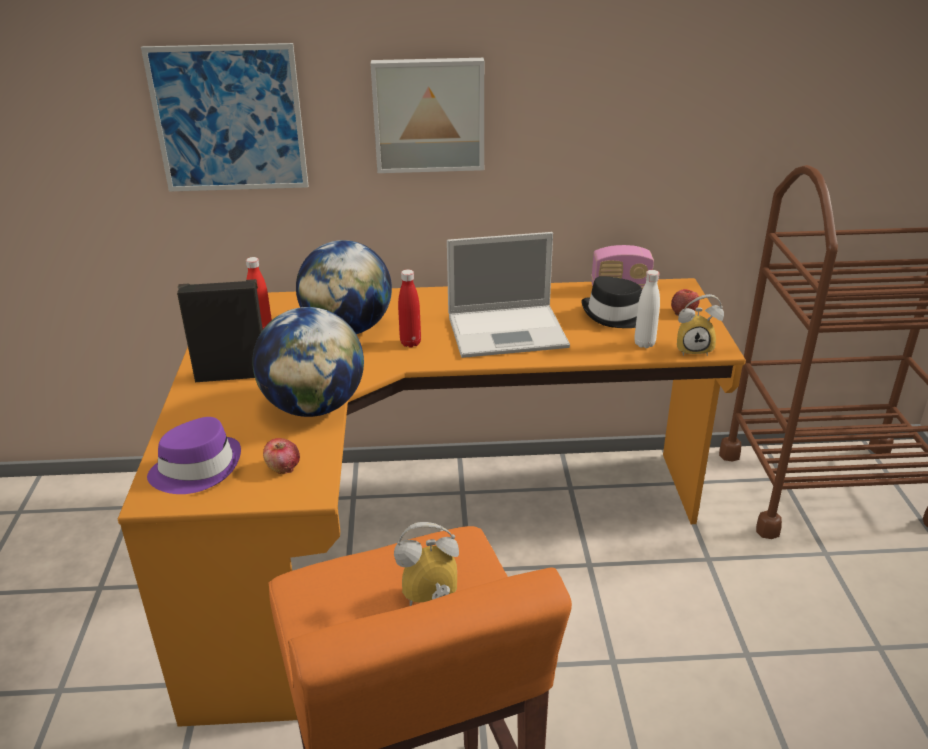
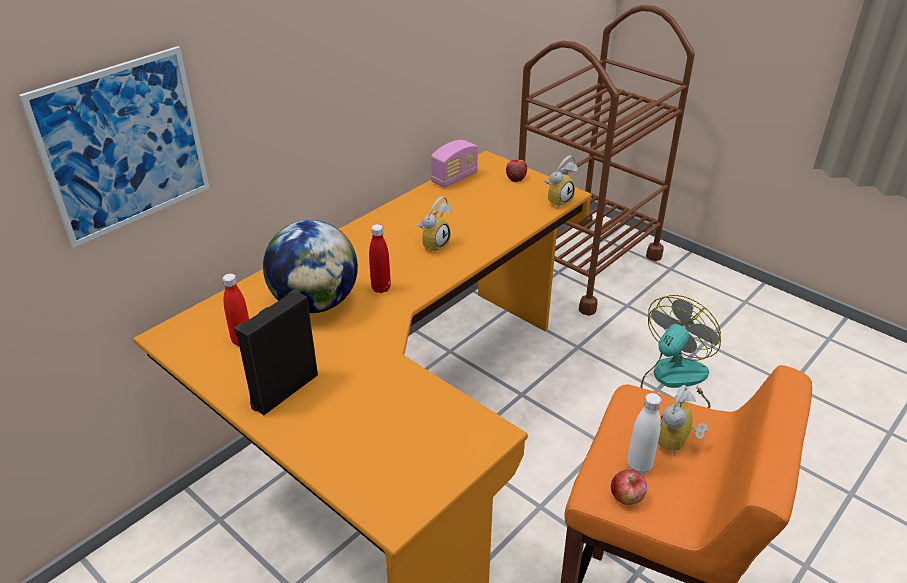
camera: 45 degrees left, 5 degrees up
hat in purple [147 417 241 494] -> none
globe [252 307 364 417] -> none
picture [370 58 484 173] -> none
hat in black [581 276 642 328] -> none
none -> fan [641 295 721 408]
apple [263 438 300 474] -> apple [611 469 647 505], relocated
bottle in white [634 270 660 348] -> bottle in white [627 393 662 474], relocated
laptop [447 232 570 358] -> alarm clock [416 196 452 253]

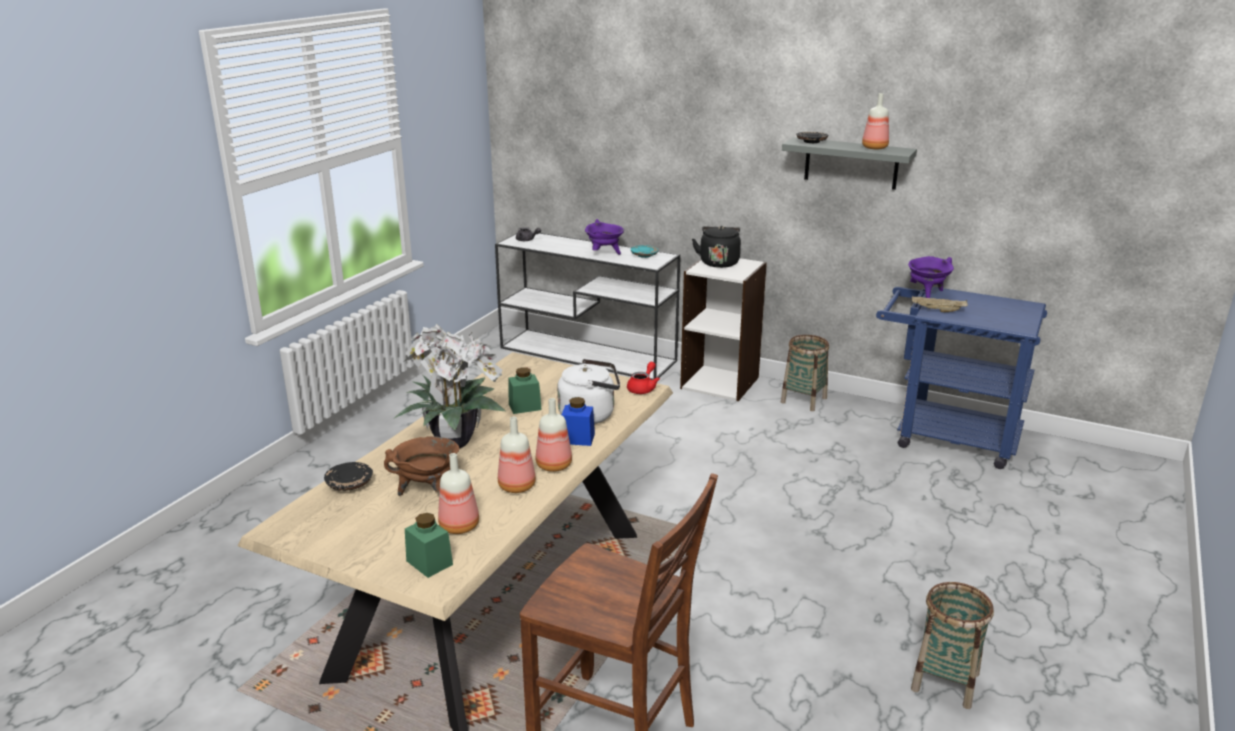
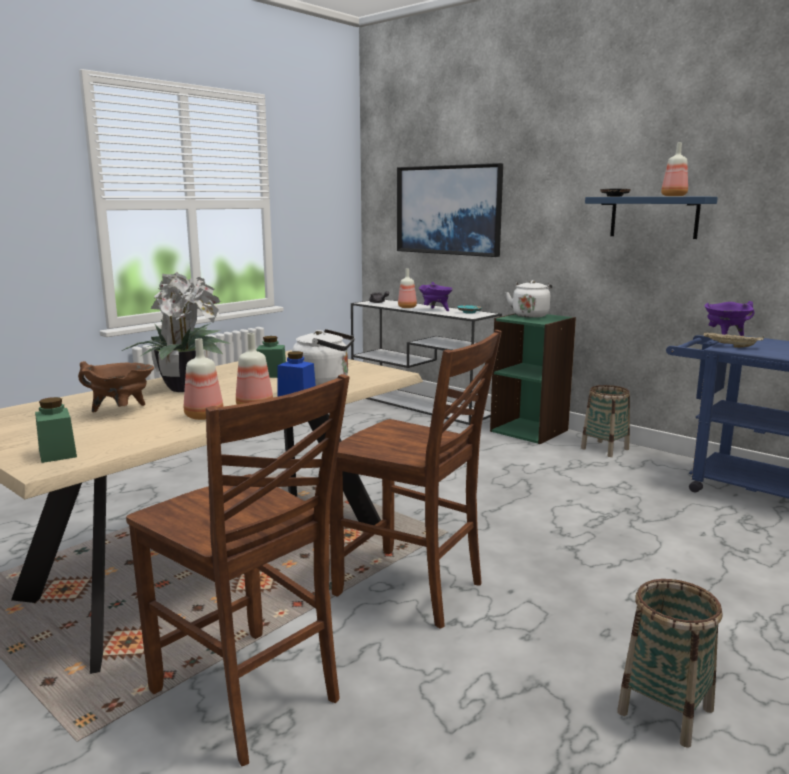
camera: 15 degrees right, 10 degrees down
plate in black [324 462 373 491] -> none
teapot in red [627 362 660 394] -> none
none -> chair in brown [330 330 502 629]
none -> picture [397 163 503 257]
bottle [438 453 479 534] -> bottle [398 268 417 308], relocated
bookcase in white [680 258 767 401] -> bookcase in green [490 314 576 444]
kettle in black [692 226 741 268] -> kettle in white [506 280 552 318]
shelf in grey [782 137 917 190] -> shelf in blue [585 197 718 239]

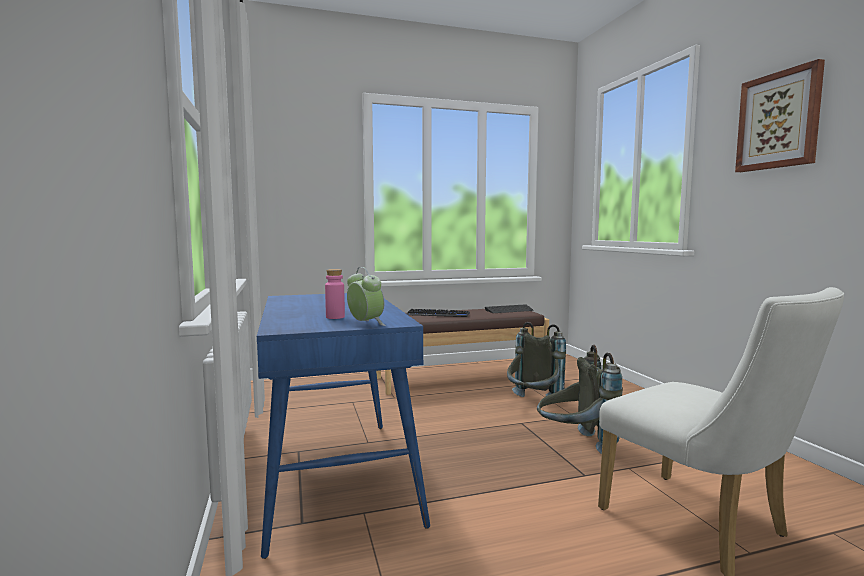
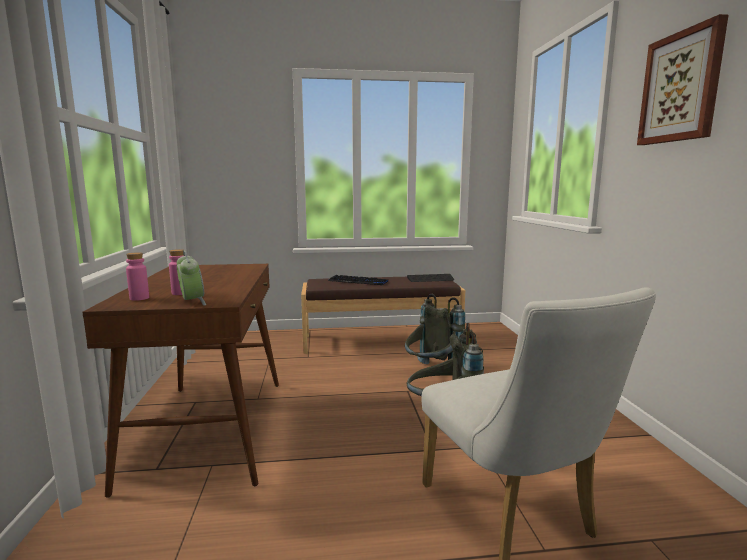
camera: 10 degrees right, 5 degrees up
none -> bottle in pink [126 252 149 301]
desk in blue [257 293 430 559] -> desk in brown [82 264 279 498]

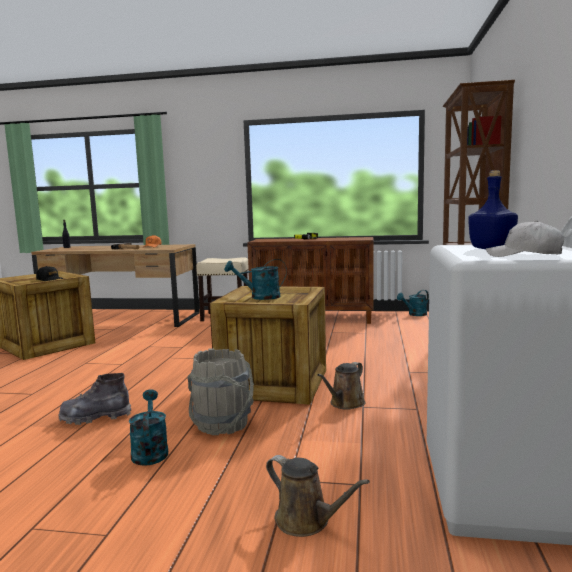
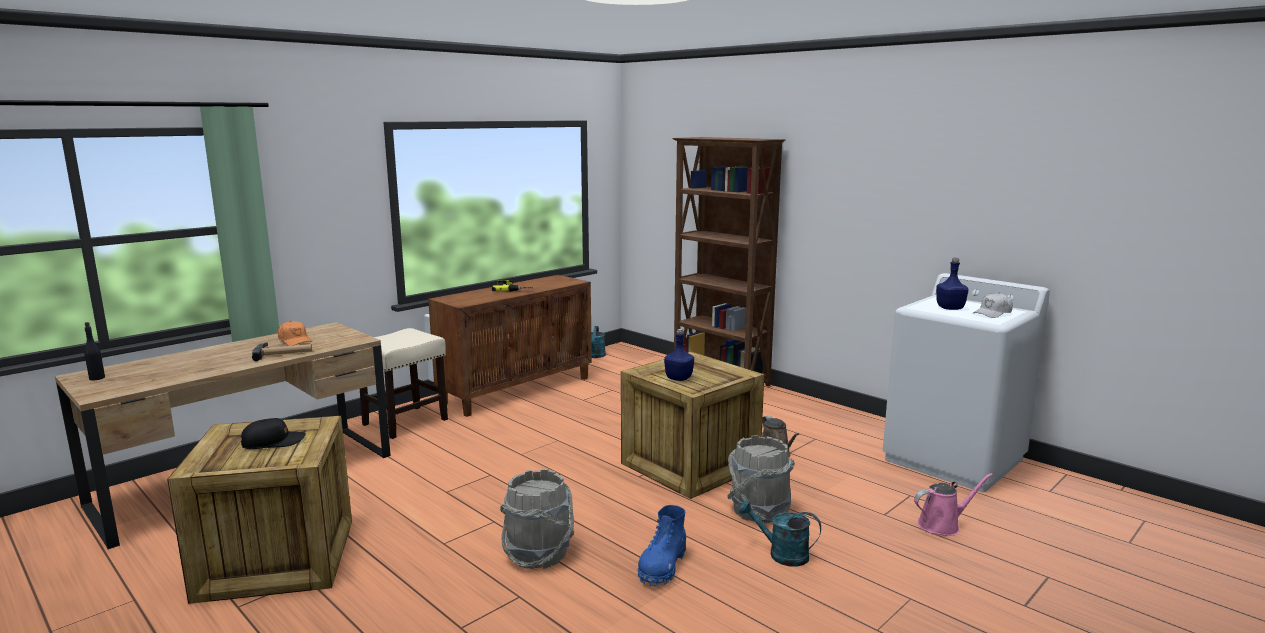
camera: 55 degrees left, 5 degrees up
none -> bucket in grey [500 468 574 569]
watering can in turquoise [224 259 287 300] -> bottle in blue [664 329 694 381]
boot in grey [58 373 131 425] -> boot in blue [637 505 686 587]
watering can in brown [266 455 370 537] -> watering can in pink [914 473 993 536]

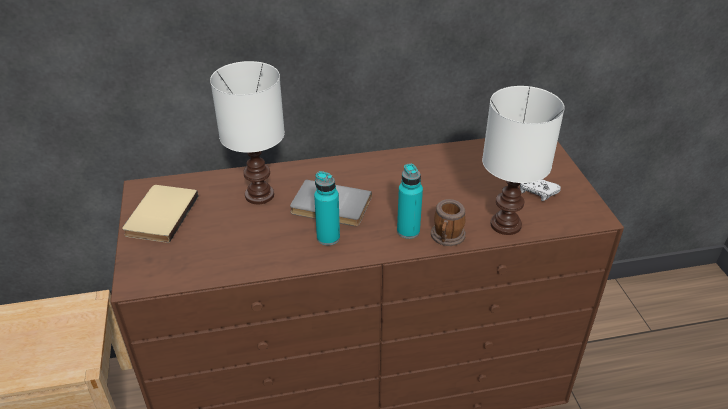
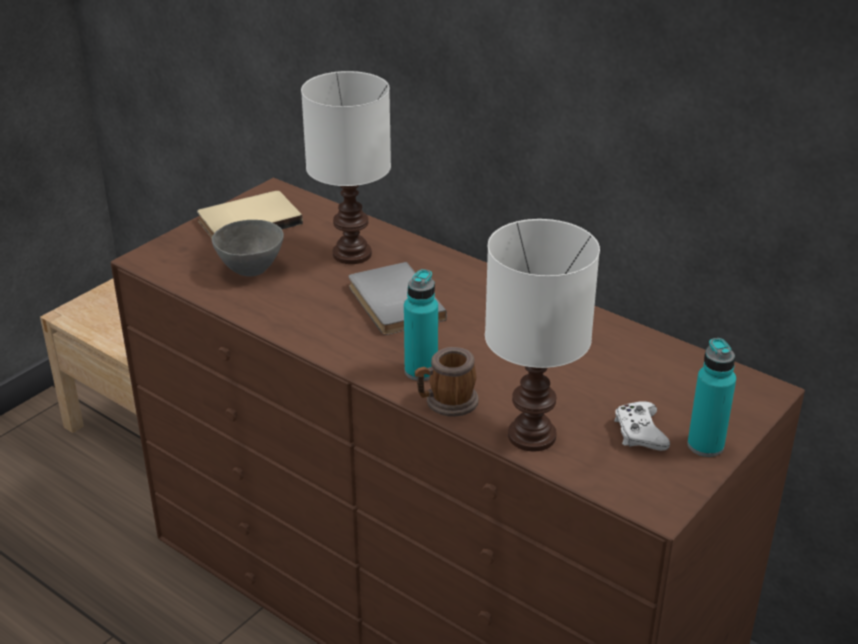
camera: 50 degrees right, 5 degrees down
none -> bowl in grey [212 220 284 277]
bottle in turquoise [314 171 340 245] -> bottle in turquoise [687 338 736 457], relocated

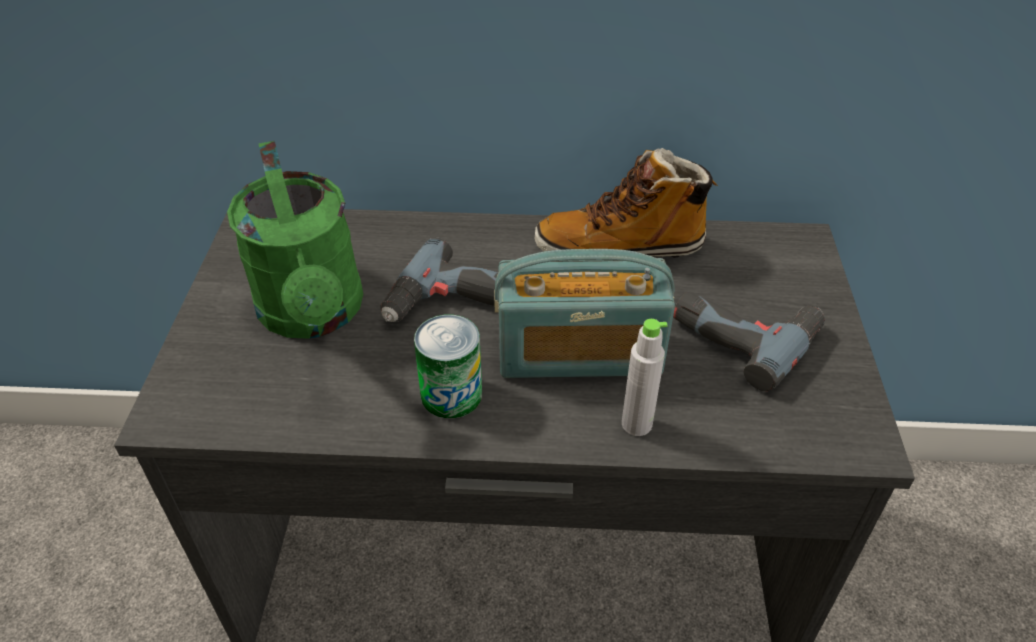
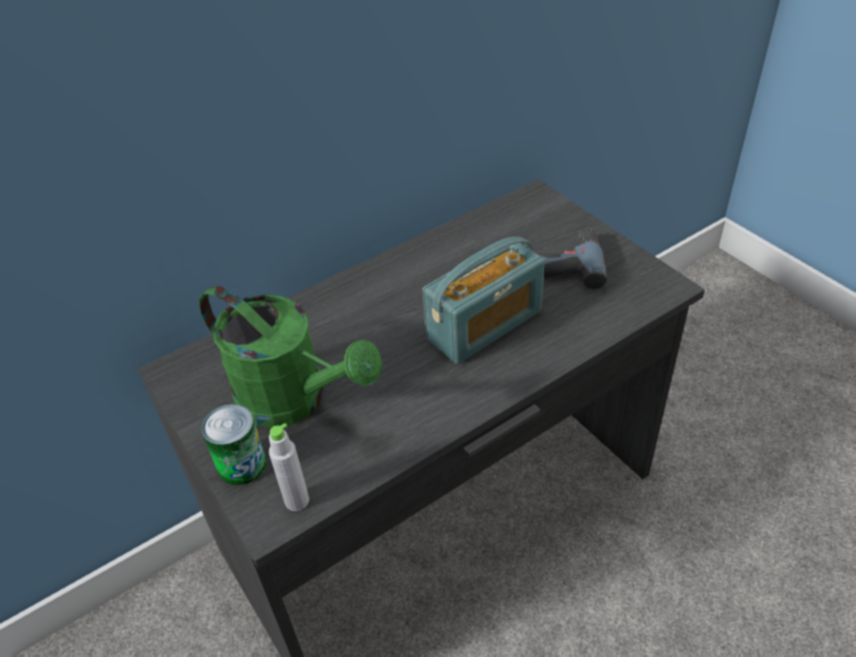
camera: 35 degrees left, 0 degrees up
power drill [380 237 499 322] -> none
boot [535 148 718 258] -> none
can [414 315 482 418] -> can [202 404 266 485], relocated
bottle in grey [622 319 668 436] -> bottle in grey [269 423 309 511], relocated

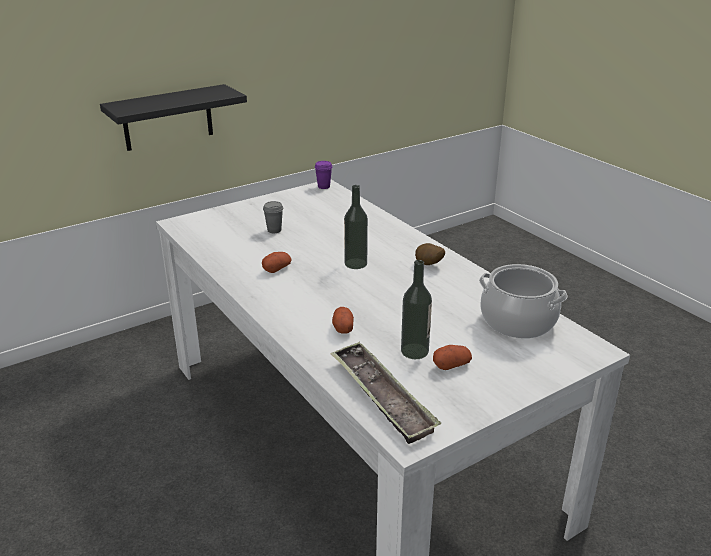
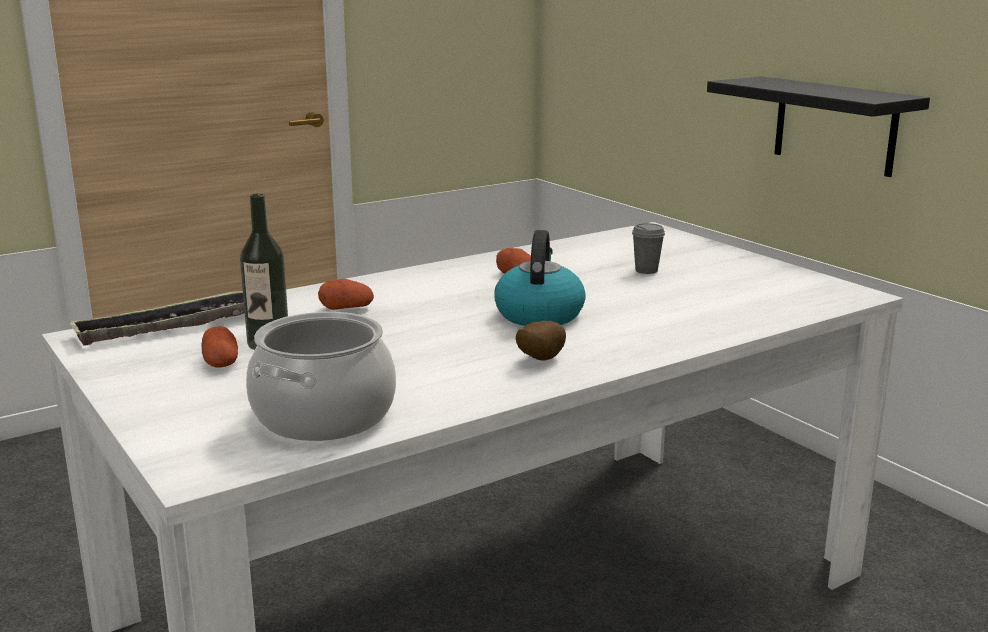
camera: 90 degrees right, 10 degrees down
cup in purple [315 161 332 189] -> none
bottle [344 185 368 269] -> kettle [494 230 586 326]

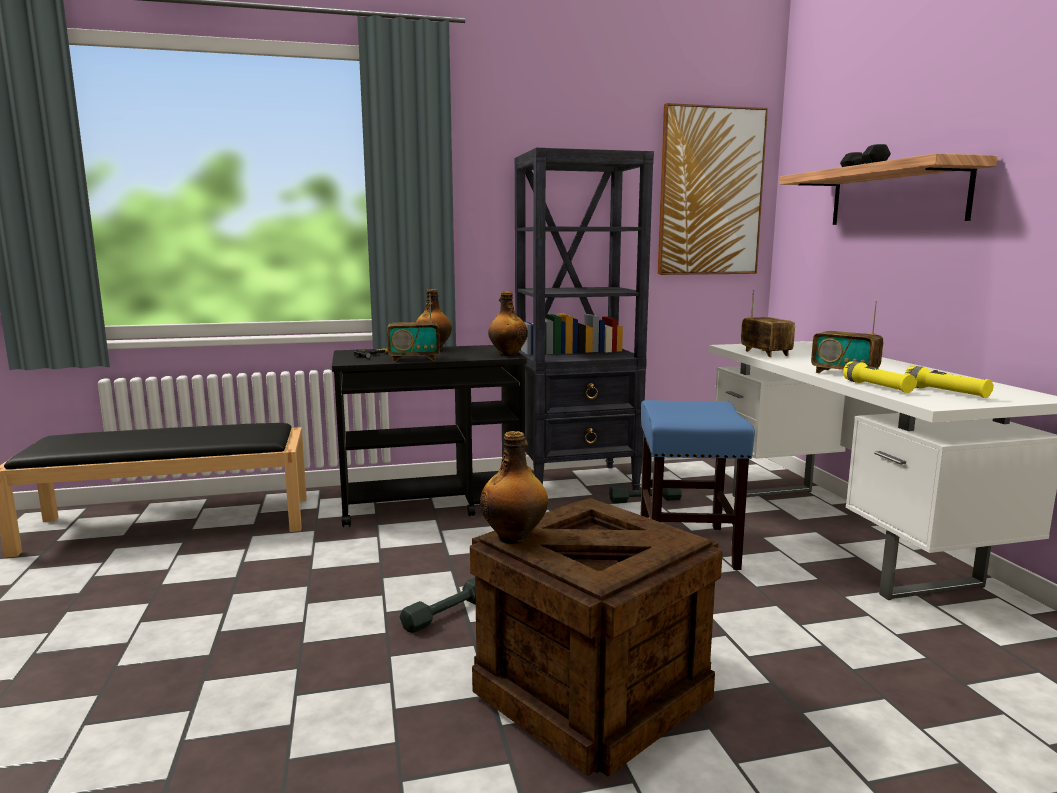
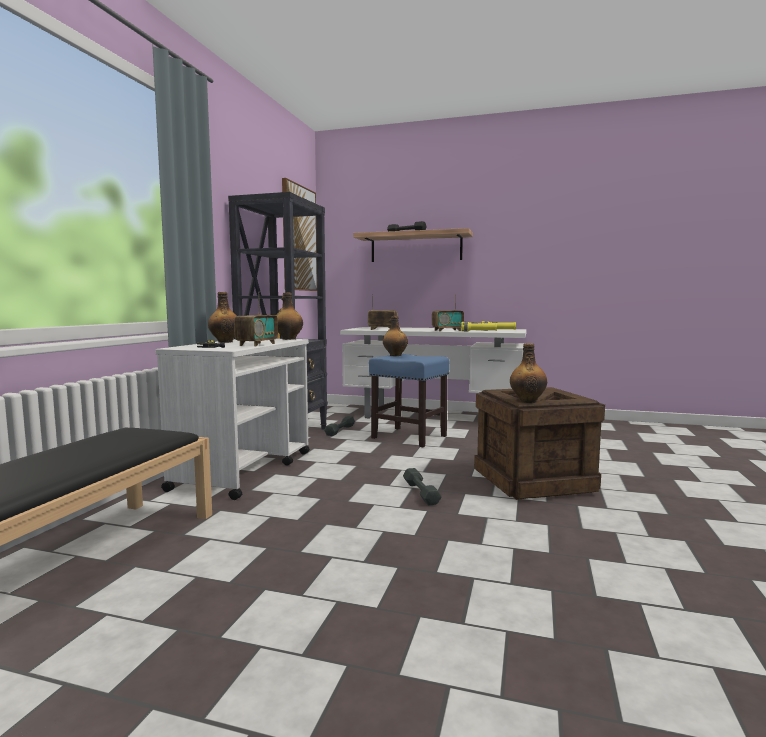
camera: 60 degrees left, 5 degrees down
none -> bottle [383 316 408 356]
cart in black [332 345 527 527] -> cart in white [155 339 310 500]

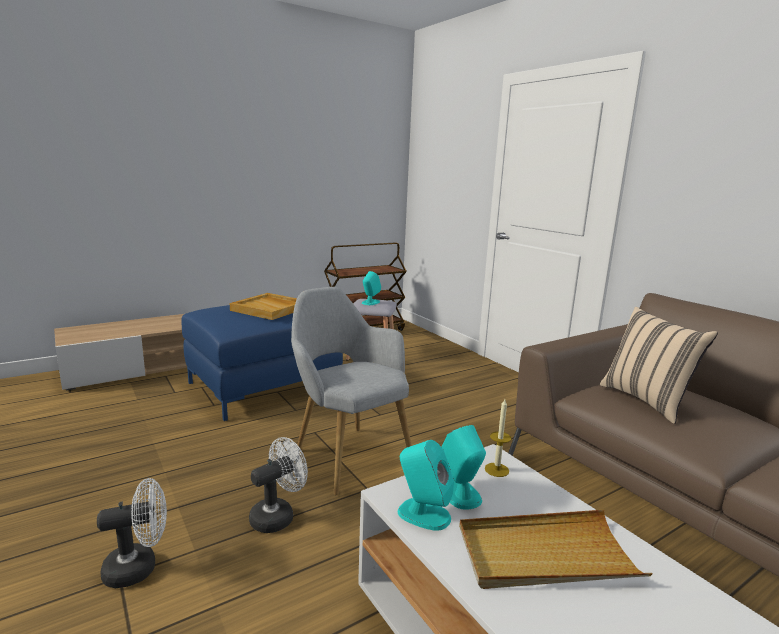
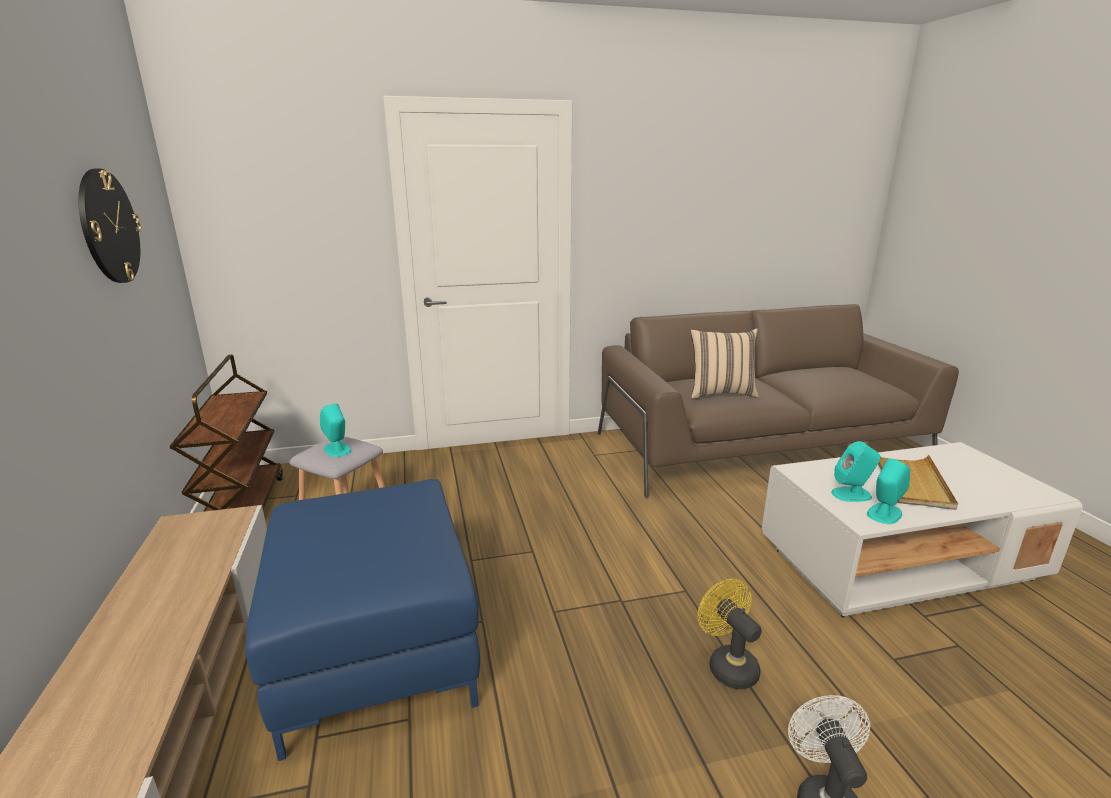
camera: 70 degrees left, 5 degrees up
tray in beige [230 293 297 320] -> none
armchair in grey [291 287 412 495] -> none
candle [485 399 511 477] -> none
none -> wall clock [78 169 142 283]
fan in white [249 437 308 533] -> fan in yellow [698 579 762 689]

